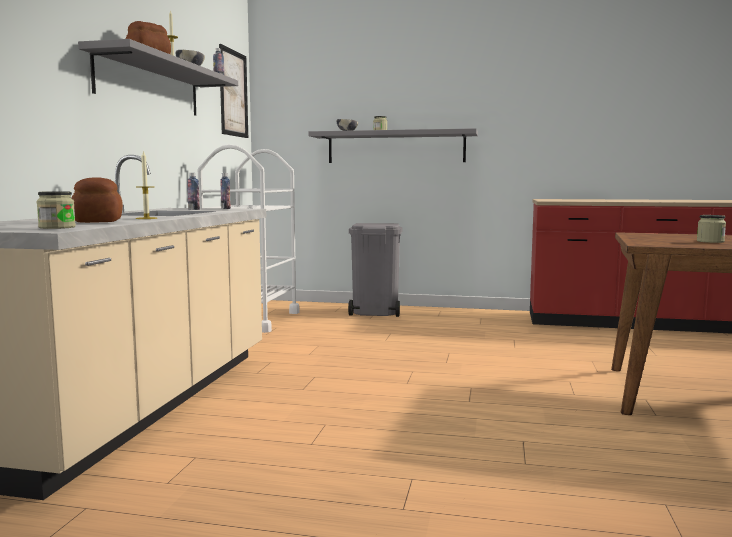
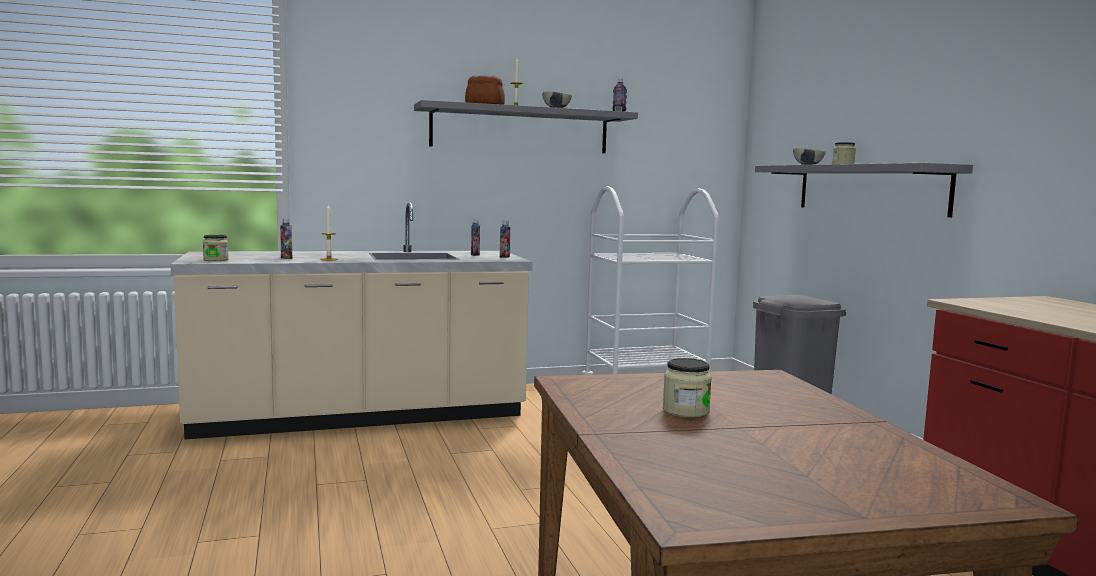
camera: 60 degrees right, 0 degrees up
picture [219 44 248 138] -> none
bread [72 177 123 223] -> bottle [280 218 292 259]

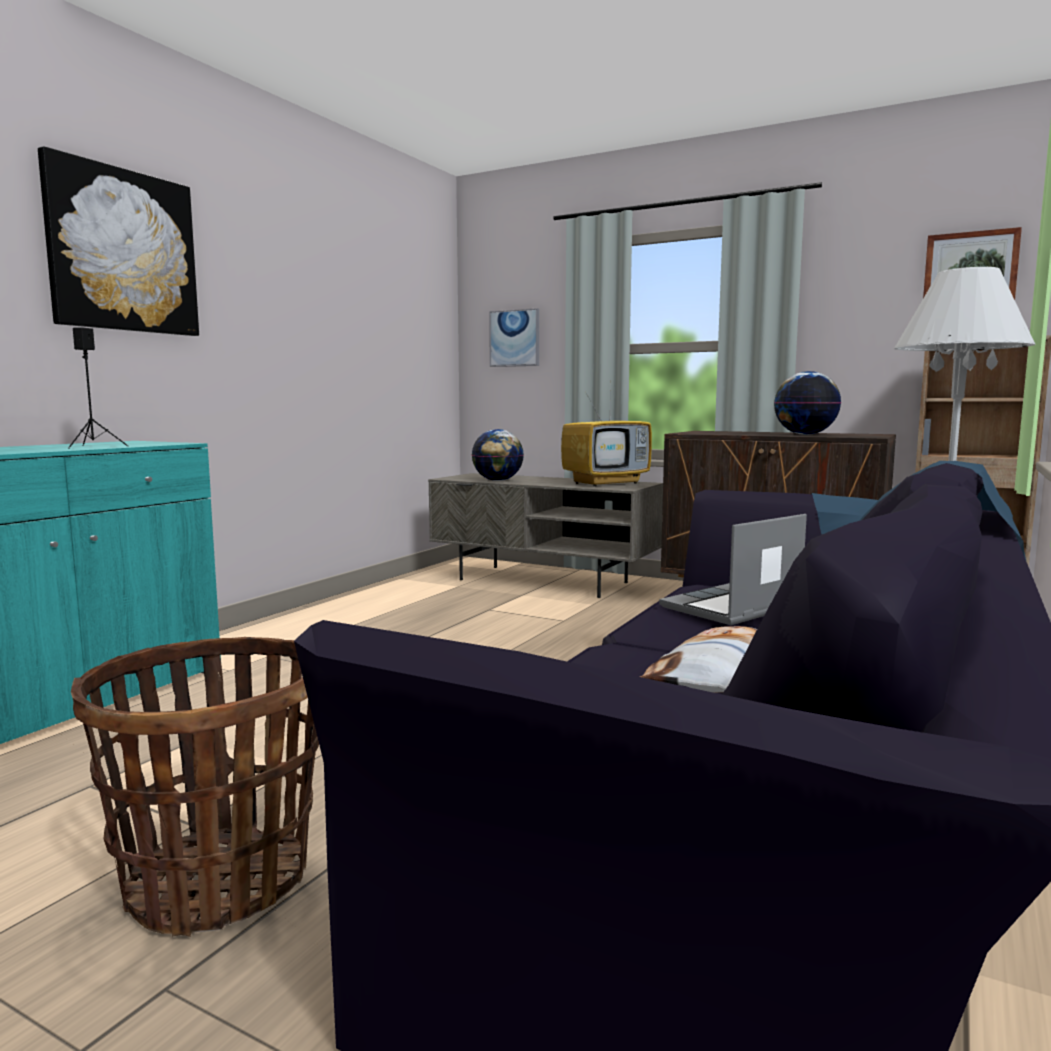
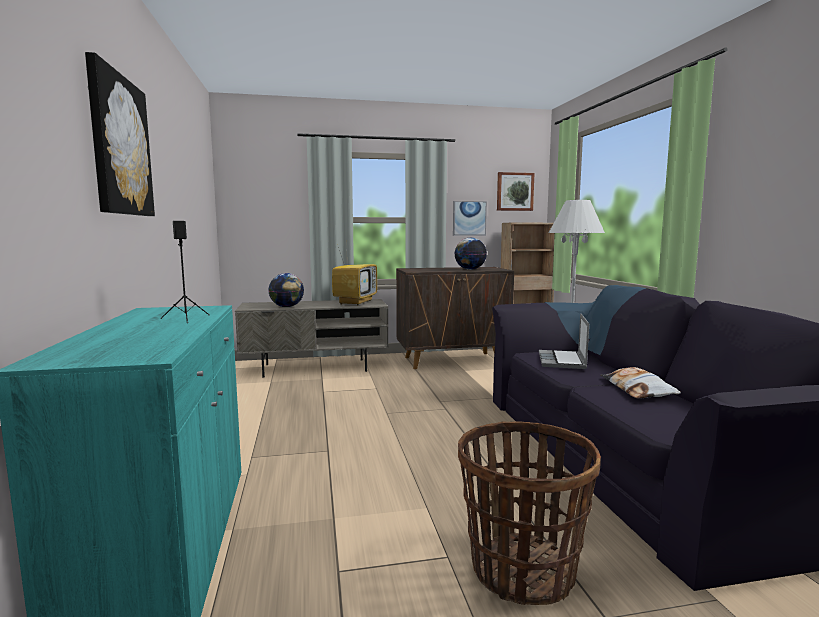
camera: 40 degrees left, 0 degrees up
picture [489 308 539 367] -> picture [453 201 487 236], relocated

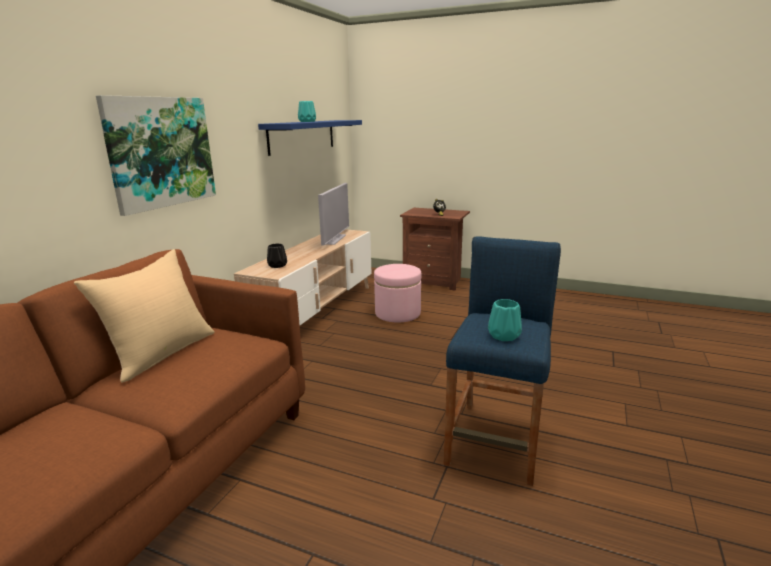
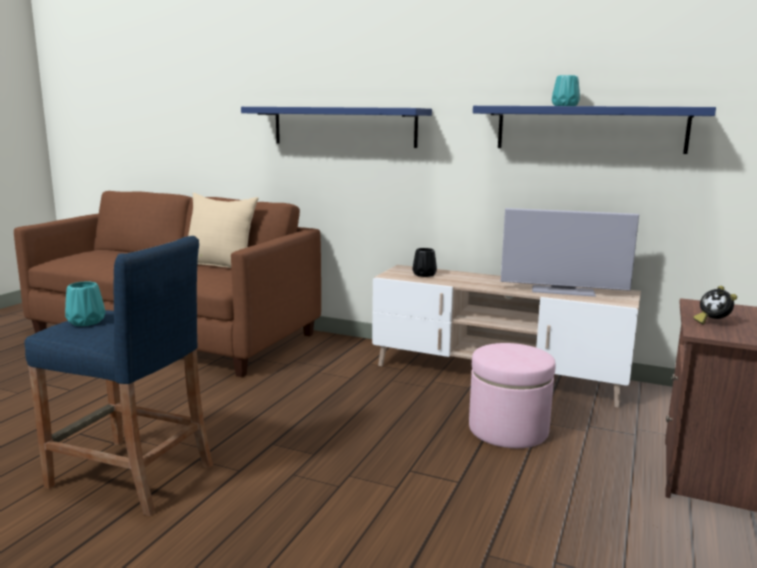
camera: 90 degrees right, 5 degrees down
picture [96 95 216 216] -> shelf in blue [241 107 432 148]

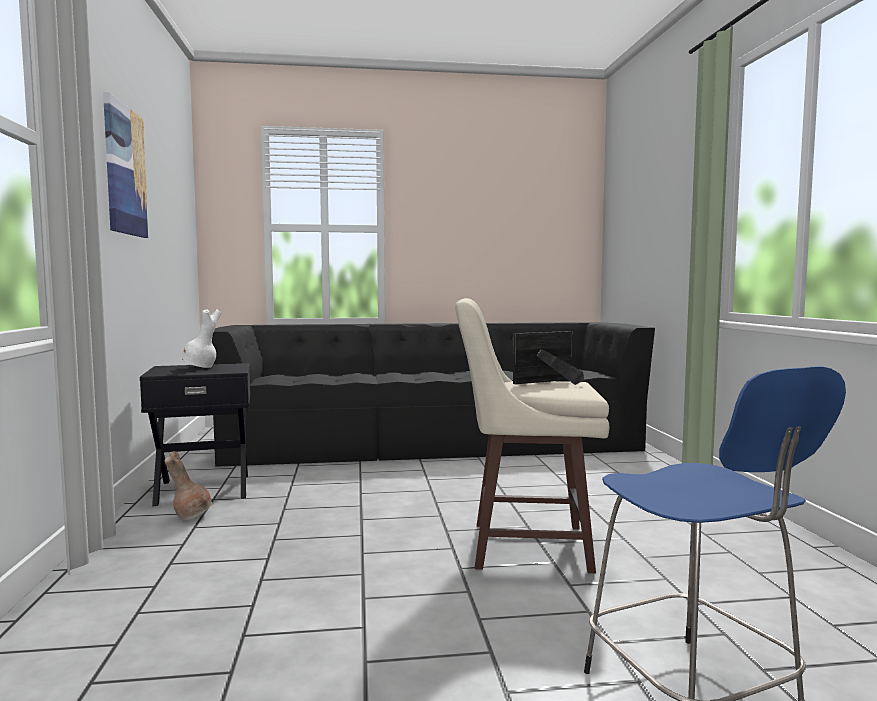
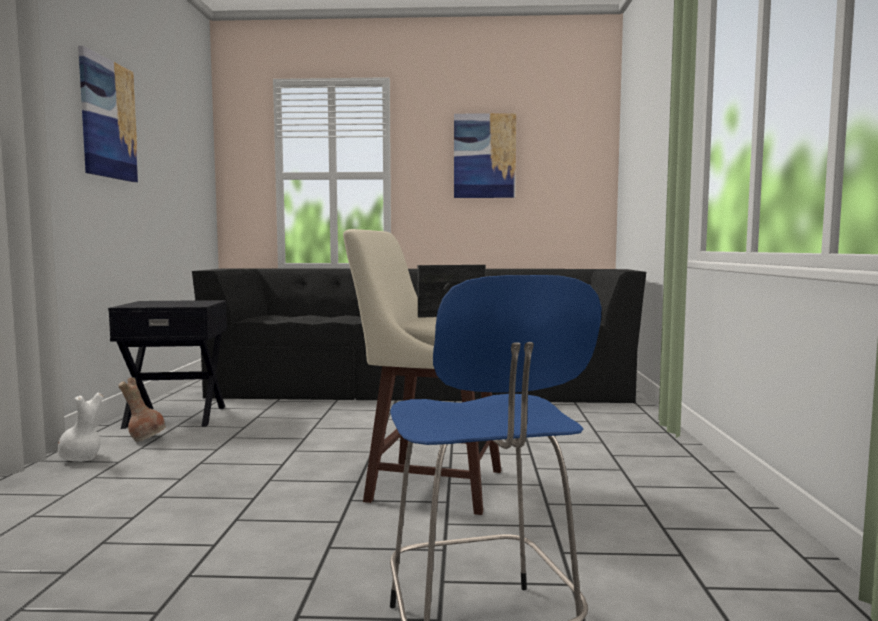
camera: 10 degrees right, 0 degrees up
none -> picture [454 113 516 198]
vase in white [182 309 221 368] -> vase in white [58 392 104 462], relocated

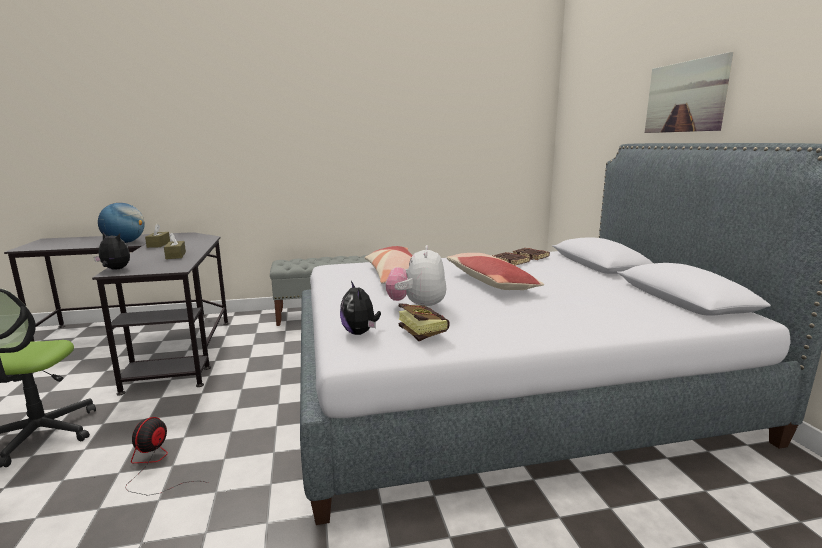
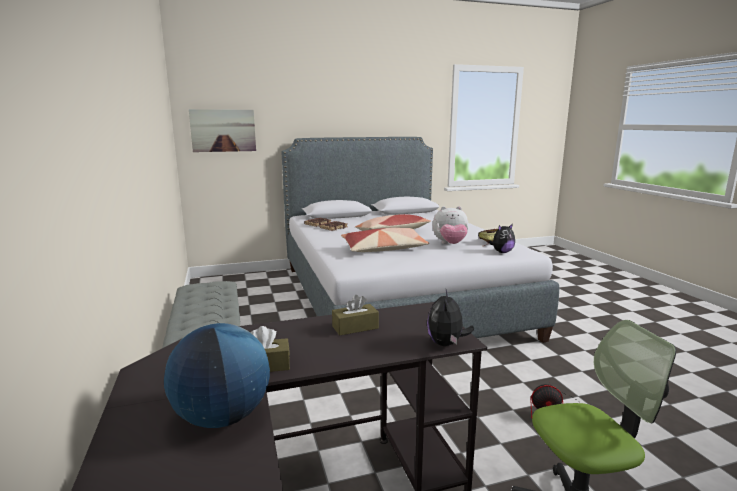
camera: 95 degrees left, 0 degrees up
picture [645 52 733 133] -> picture [189 109 256 152], relocated

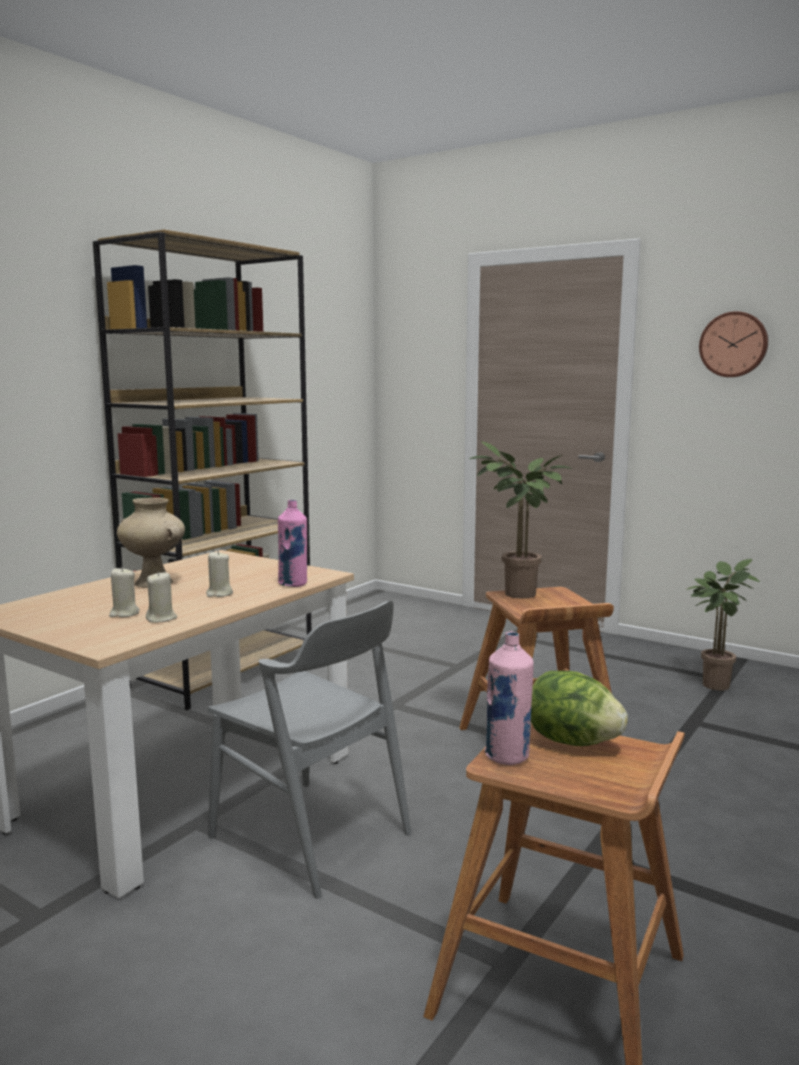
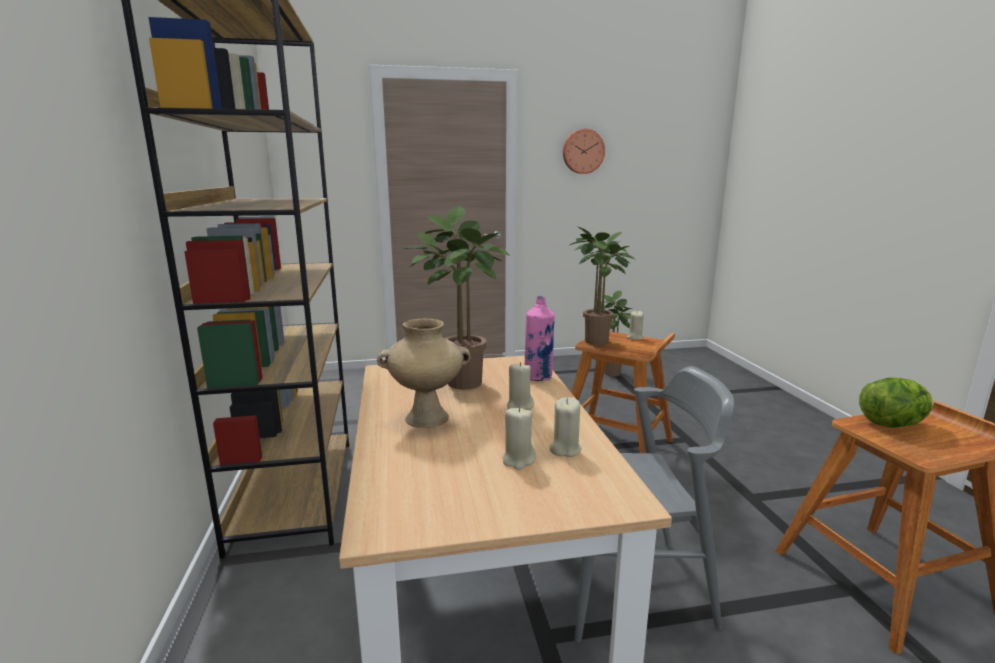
camera: 45 degrees left, 5 degrees up
bottle in pink [484 631 534 765] -> none
none -> potted plant [403 206 510 390]
none -> candle in beige [627 311 644 340]

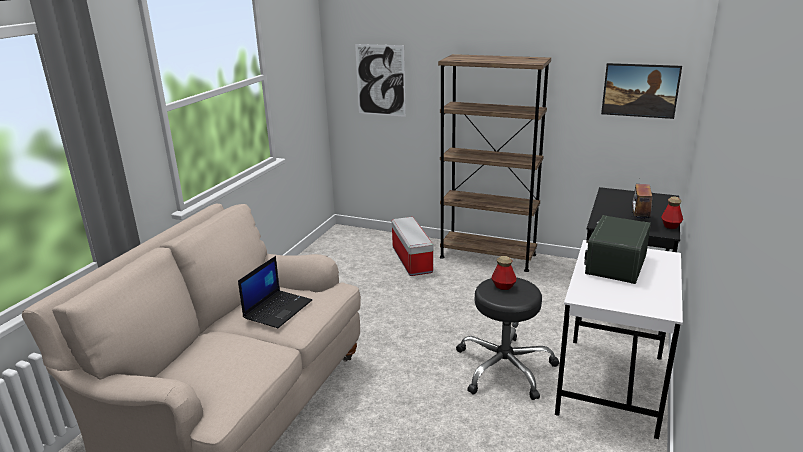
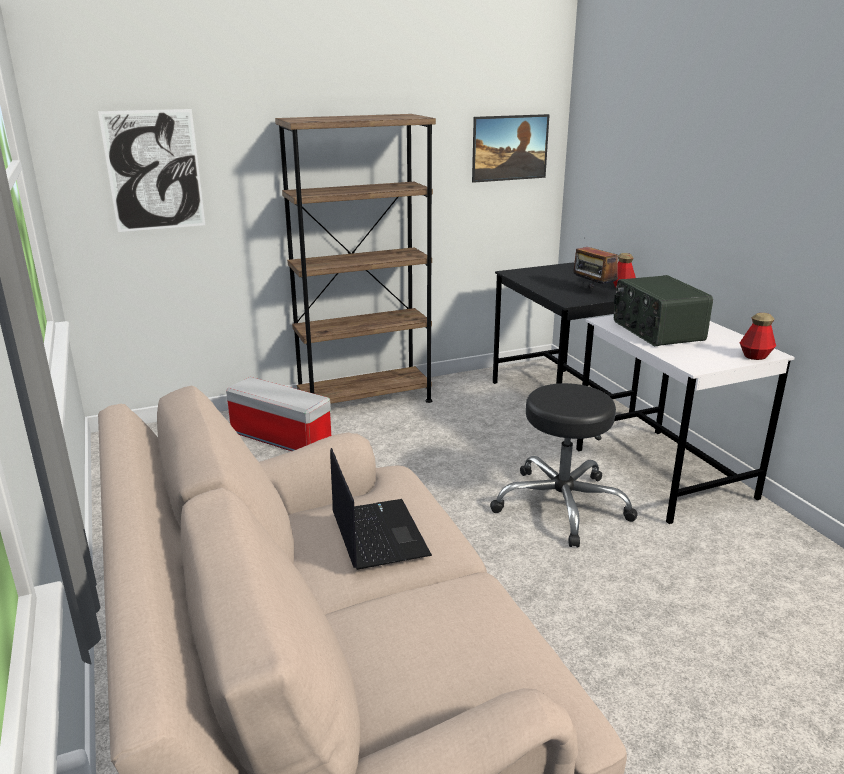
camera: 45 degrees left, 0 degrees up
bottle [491 256 517 290] -> bottle [740 313 776 360], relocated

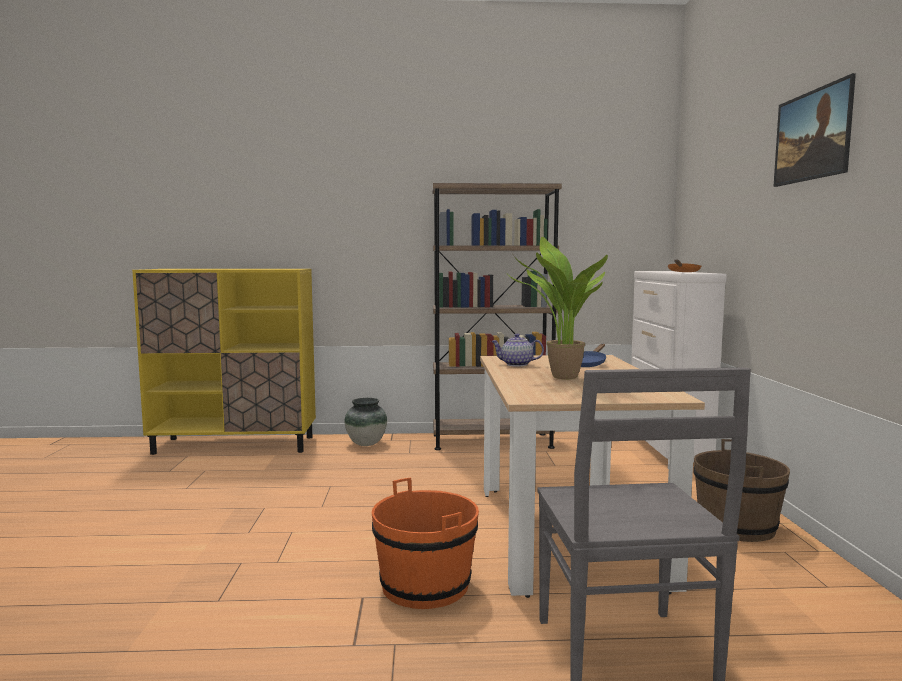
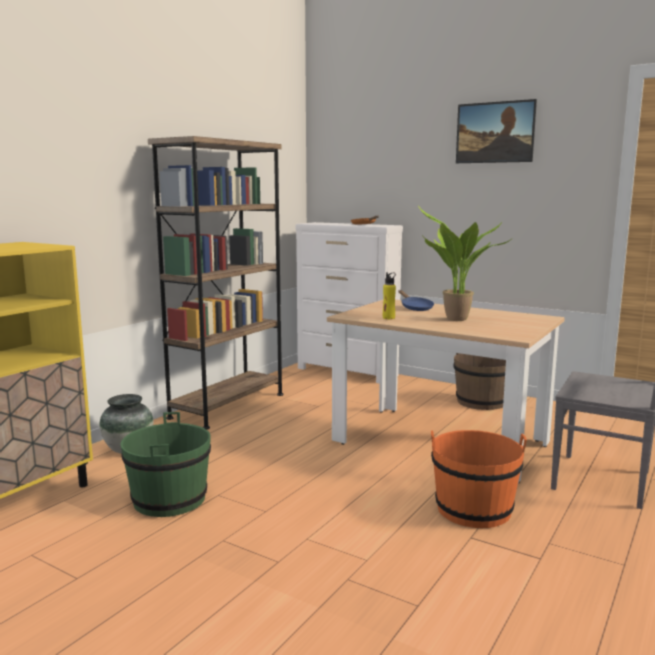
camera: 55 degrees left, 5 degrees up
none -> bucket in green [120 412 211 517]
teapot [491 334 544 367] -> bottle in yellow [383 272 396 319]

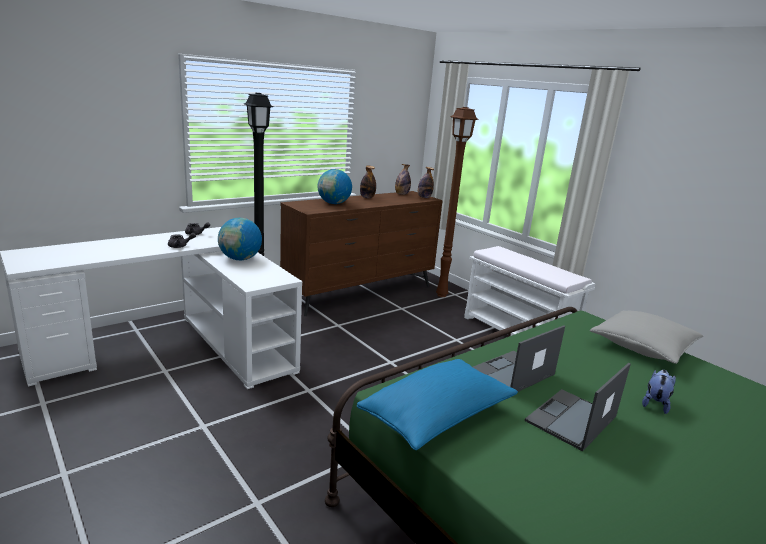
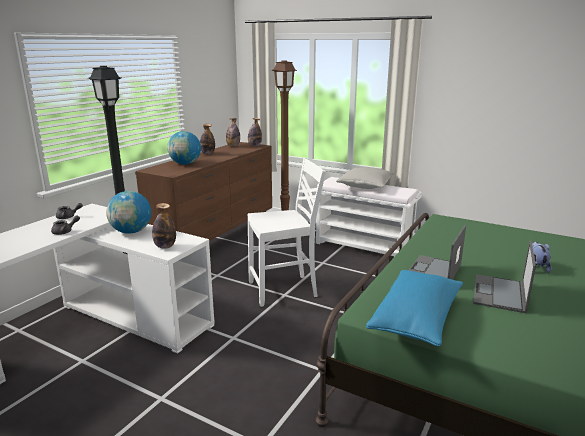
camera: 20 degrees left, 0 degrees up
none -> bottle [152 203 176 249]
none -> chair in white [248 158 326 307]
pillow in grey [590 311 704 364] -> pillow in grey [336 167 395 189], relocated

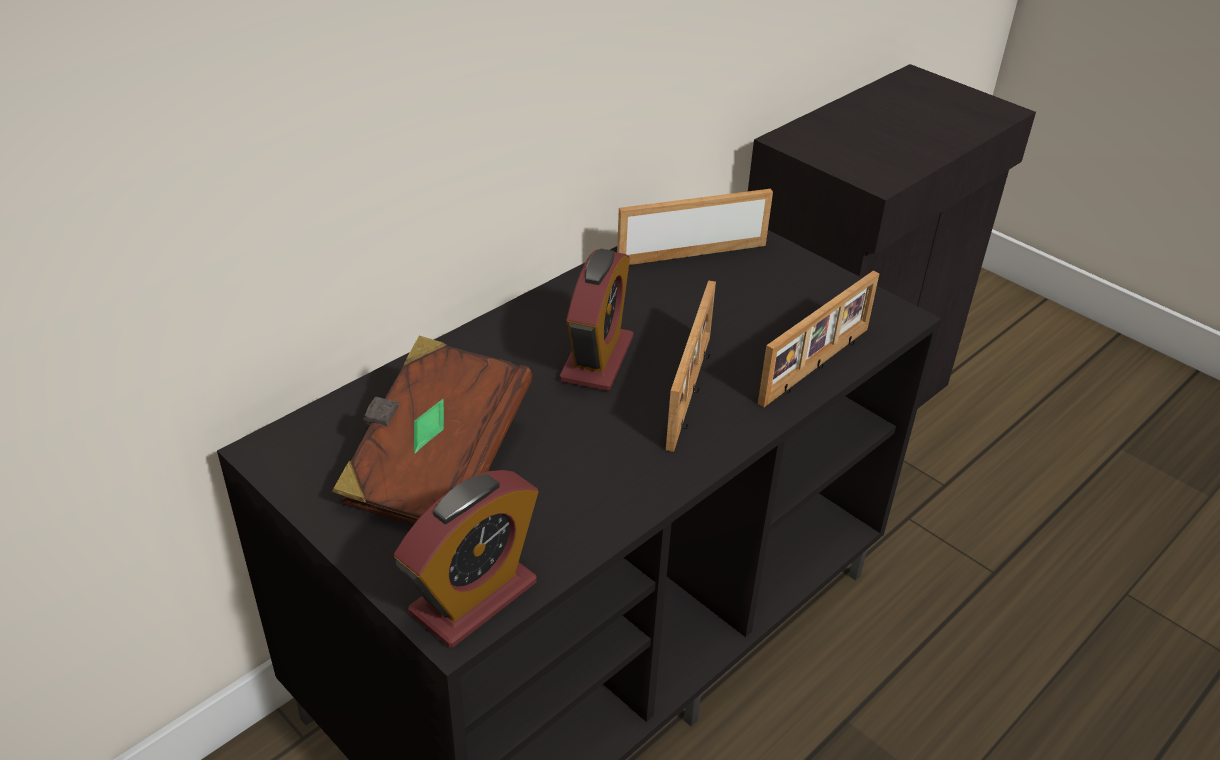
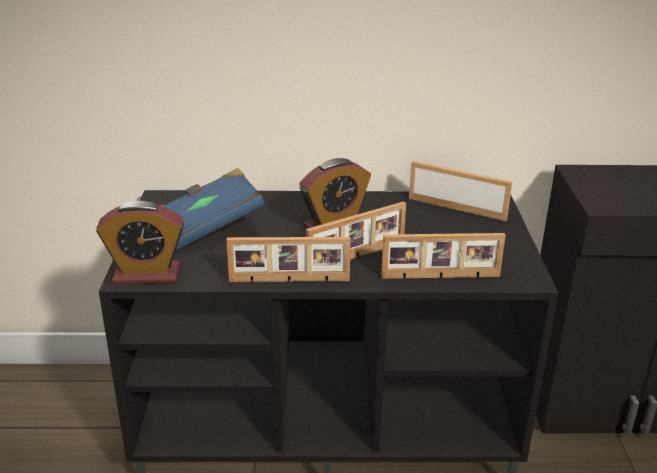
camera: 45 degrees right, 10 degrees down
none -> picture frame [227 237 351 283]
book in brown [332 336 533 525] -> book in blue [161 168 265 251]

